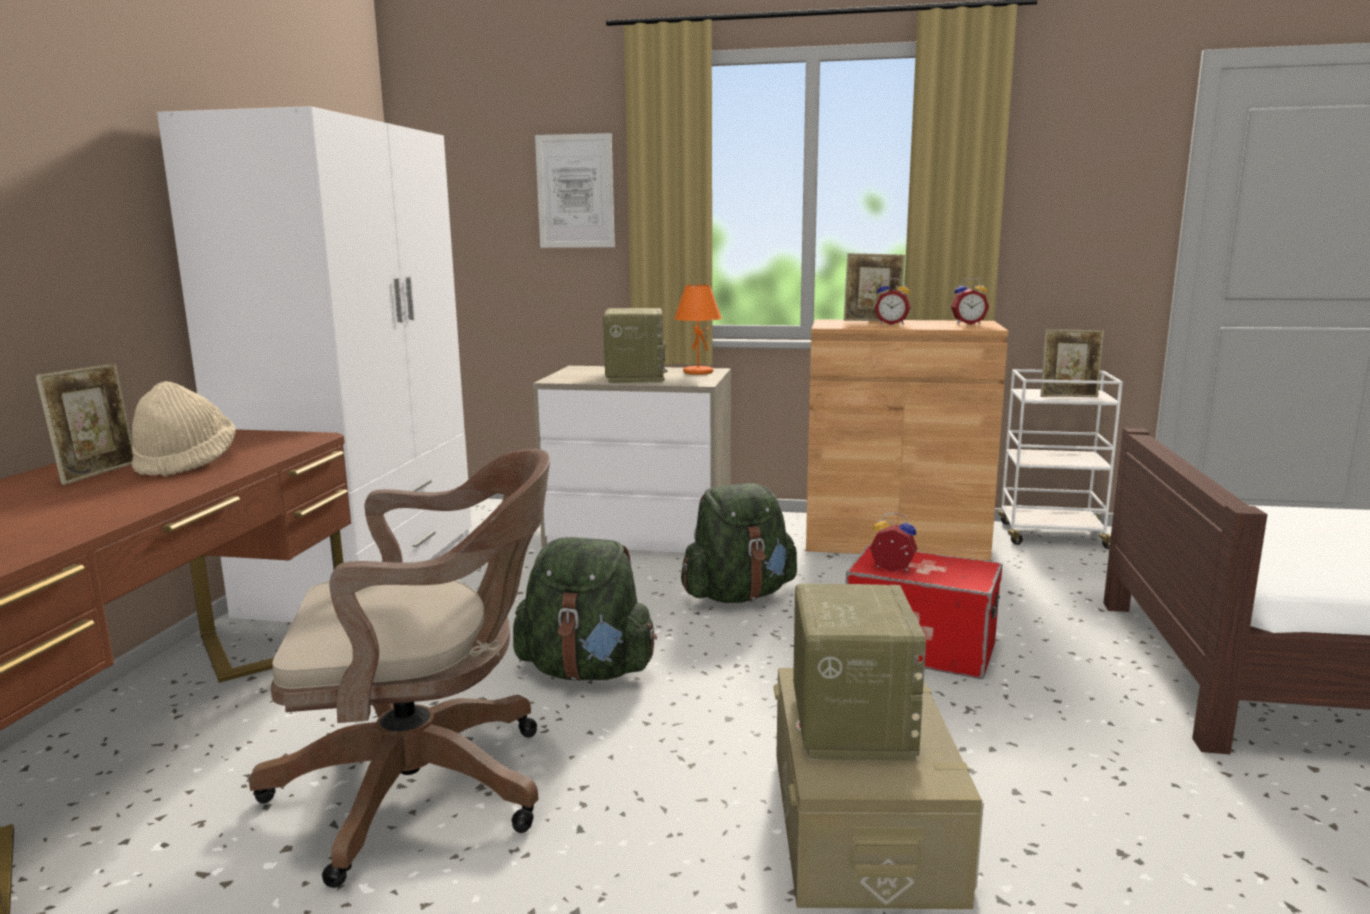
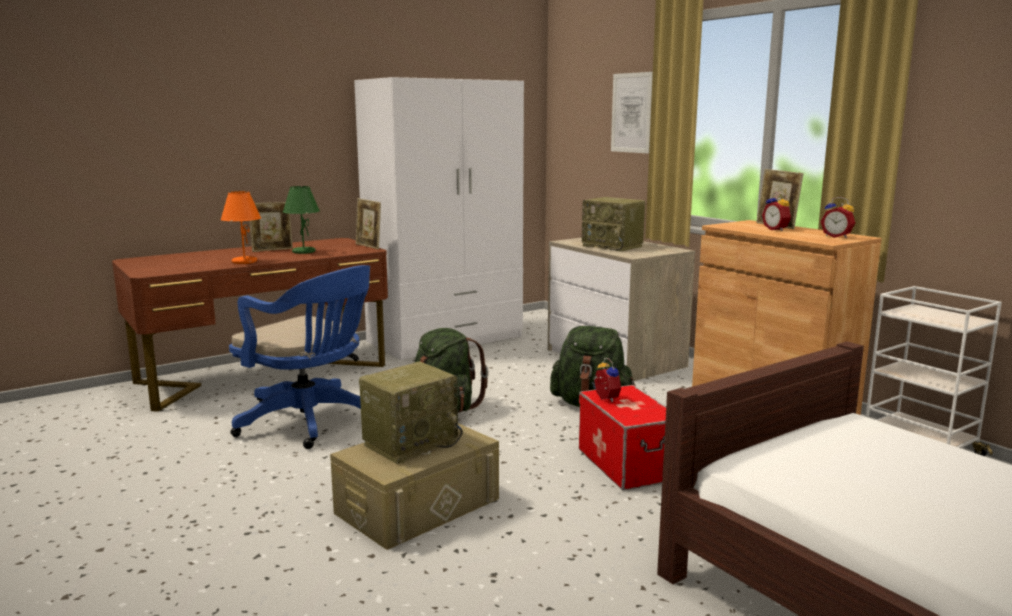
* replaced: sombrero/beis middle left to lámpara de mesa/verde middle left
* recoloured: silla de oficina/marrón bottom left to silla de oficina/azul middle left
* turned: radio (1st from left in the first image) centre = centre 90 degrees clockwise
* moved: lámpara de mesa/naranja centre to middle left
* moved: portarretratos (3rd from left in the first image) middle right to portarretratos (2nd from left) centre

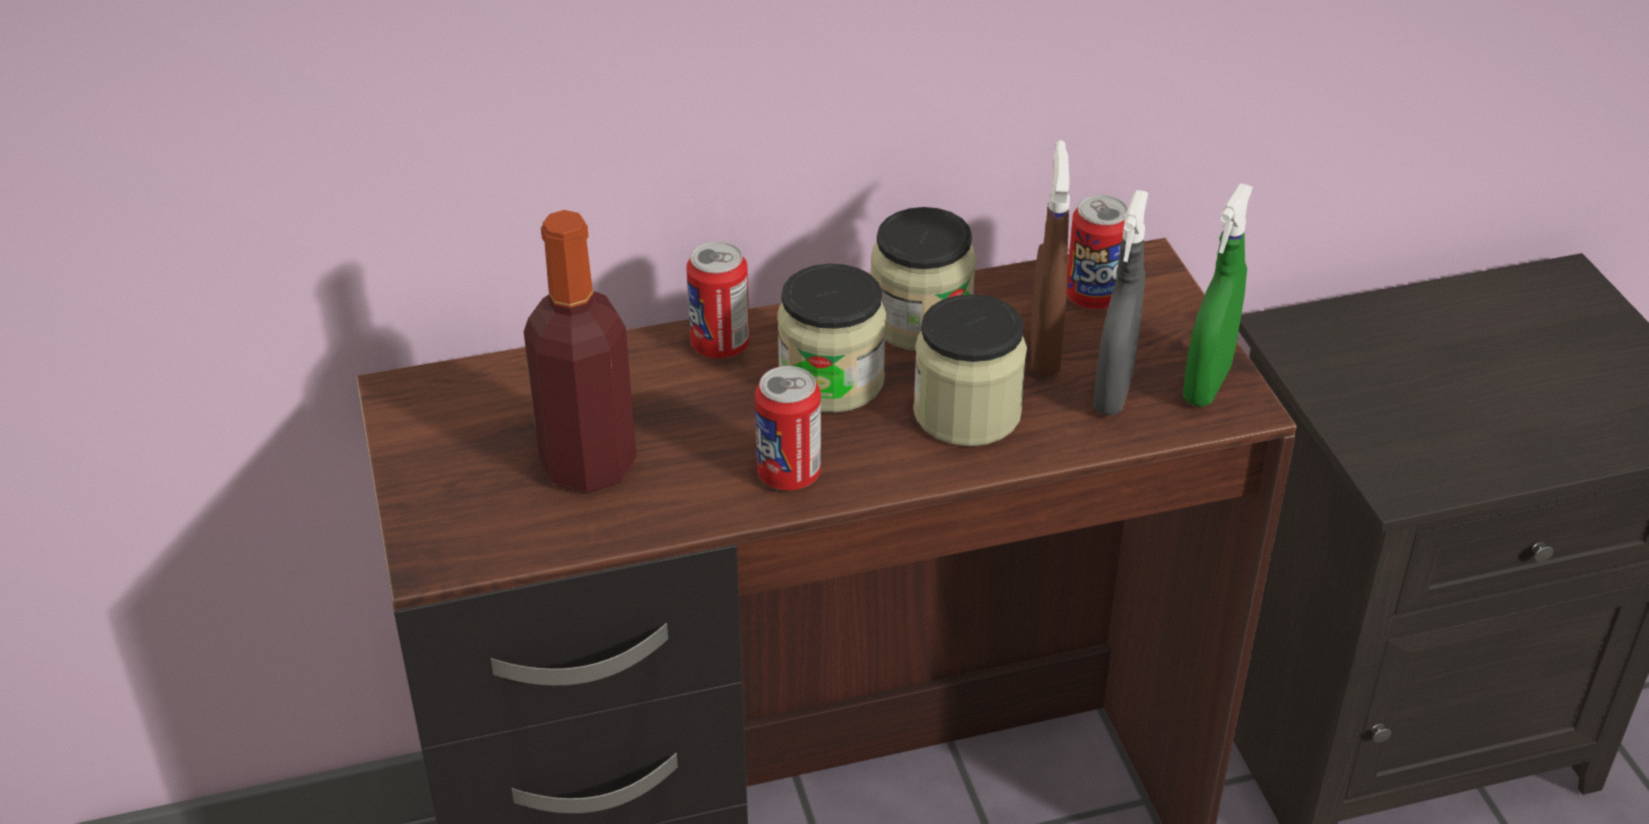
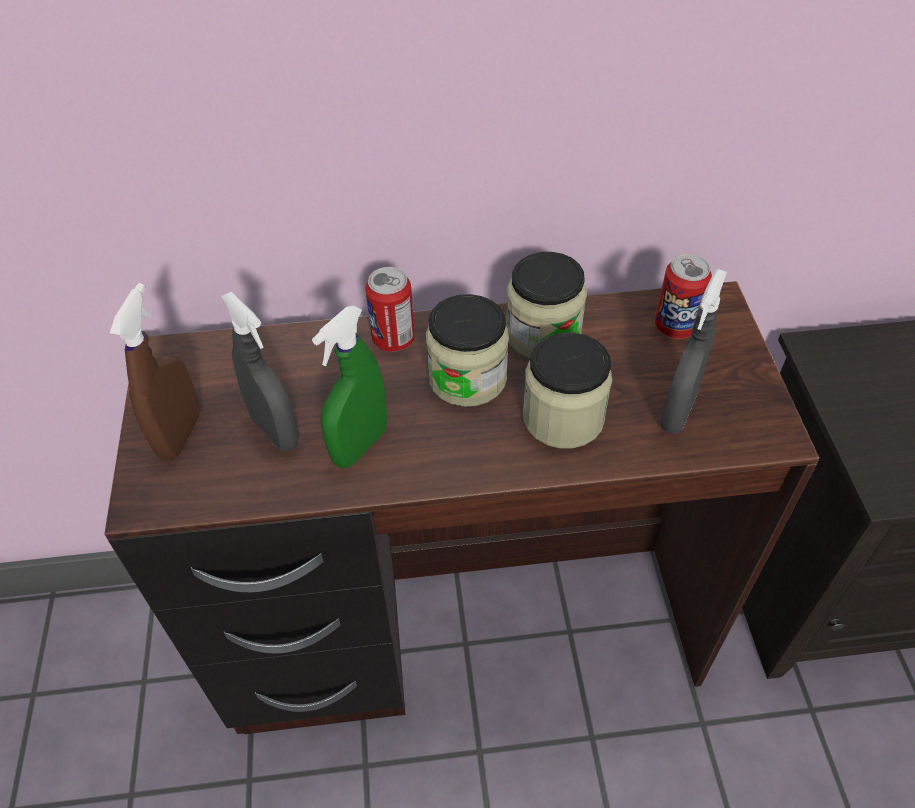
* replaced: botella centre to pulverizador/gris (1st from left) middle left
* removed: lata (2nd from left) centre
* moved: pulverizador/marrón top centre to middle left
* moved: pulverizador/verde middle right to centre

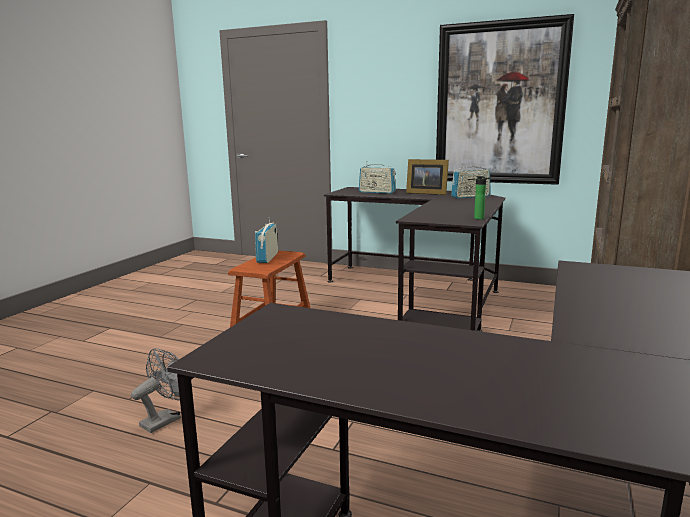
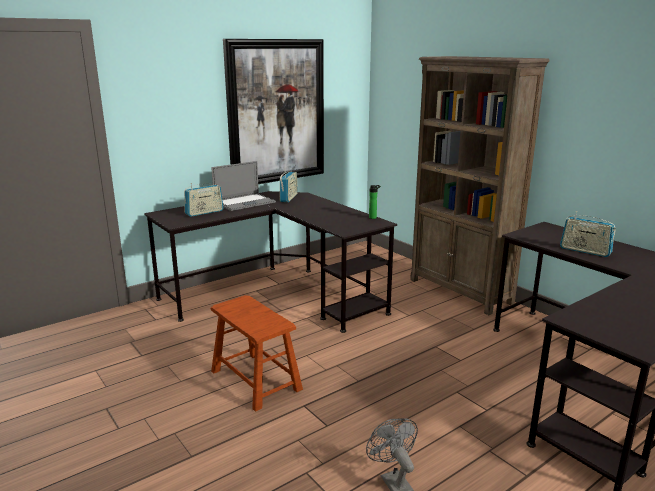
* moved: radio (1st from left in the first image) centre to radio (3rd from left) middle right
* replaced: portarretratos centre to portátil centre

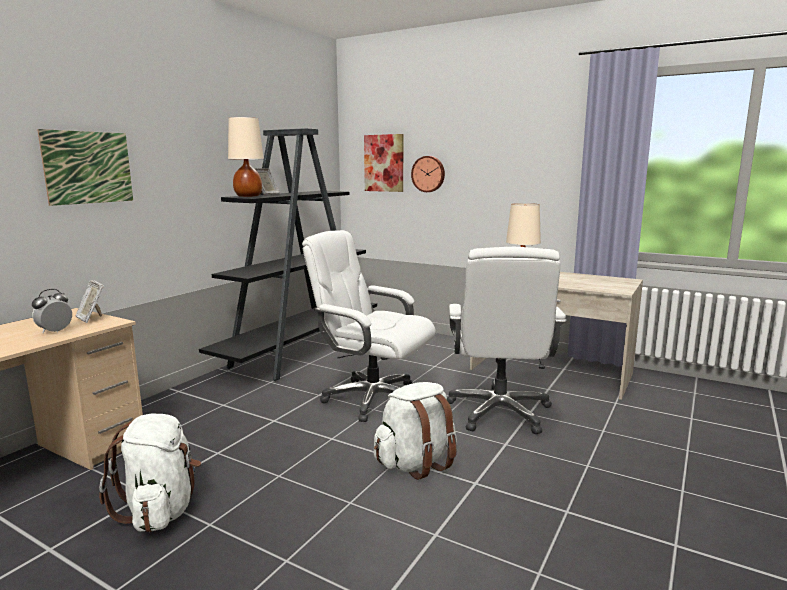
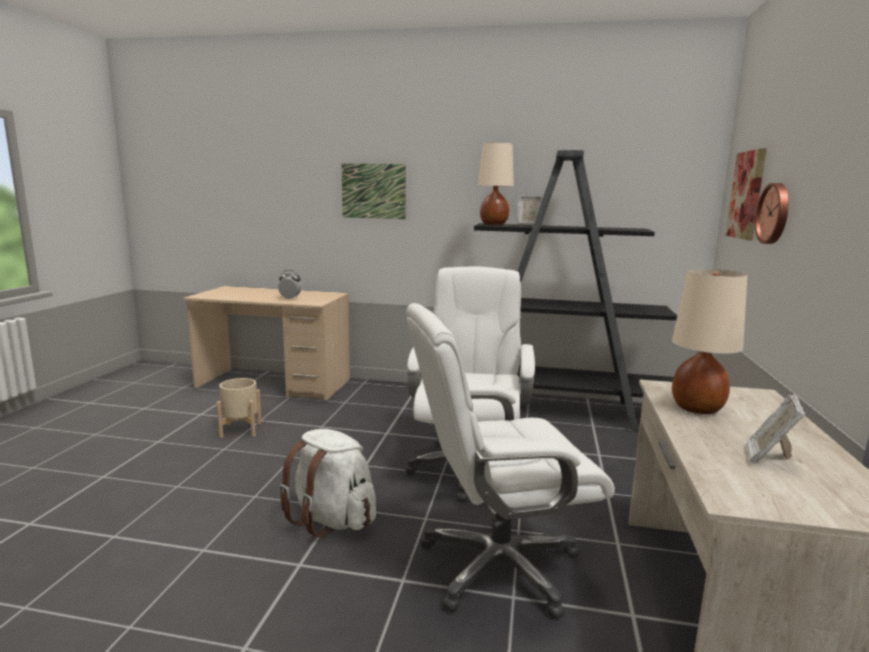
* moved: portarretratos (1st from left in the first image) middle left to portarretratos (2nd from left) middle right
* replaced: mochila/blanco (1st from left) bottom left to maceta/beis middle left

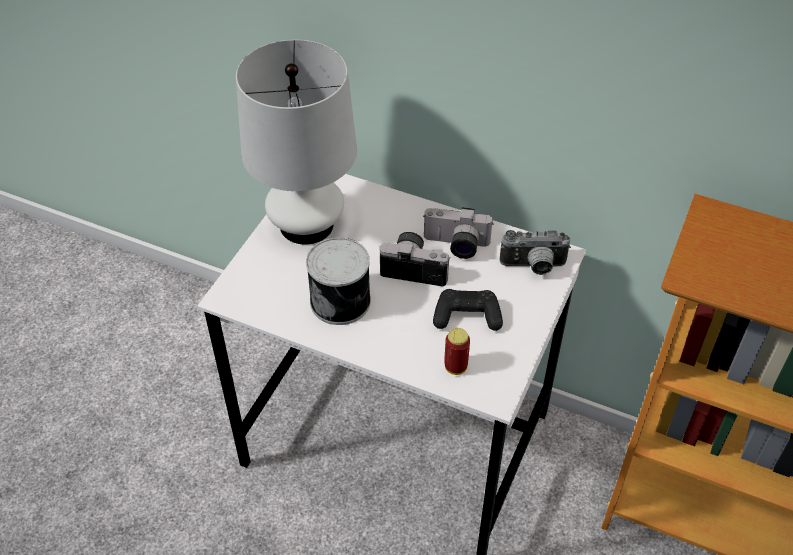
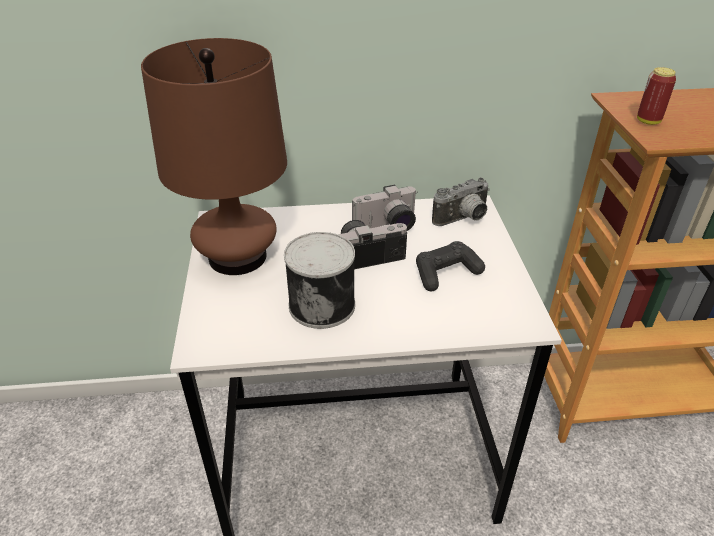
* recoloured: lámpara de mesa/blanco top centre to lámpara de mesa/marrón top left
* moved: lata (2nd from left) centre to top right

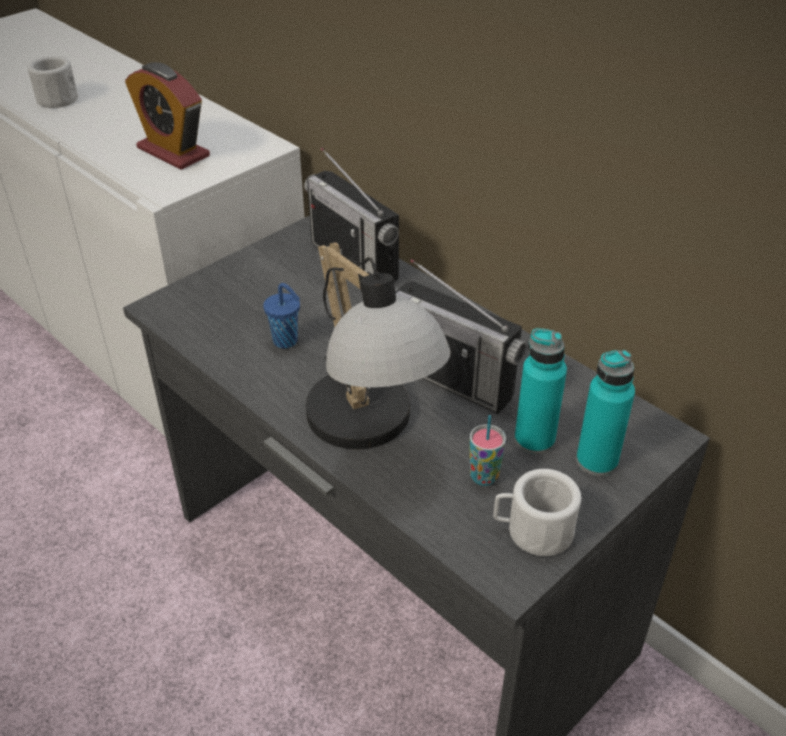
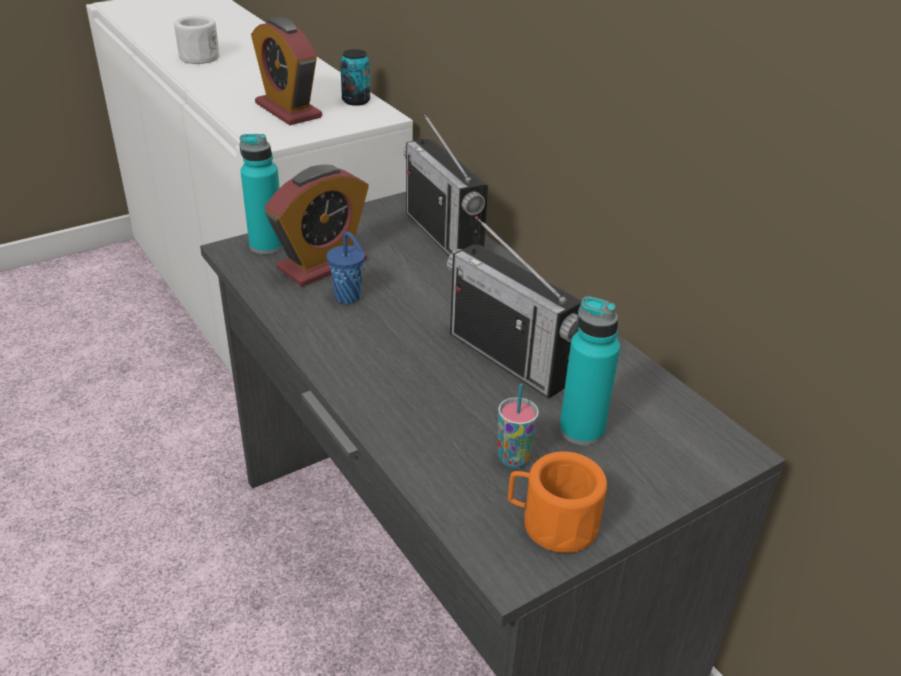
* removed: lámpara de mesa centre
* recoloured: taza grande/blanco (2nd from left) bottom right to taza grande/naranja bottom centre
* moved: botella/turquesa (2nd from left in the first image) middle right to botella/turquesa (1st from left) top left
* added: despertador (2nd from left) top centre
* added: lata top centre

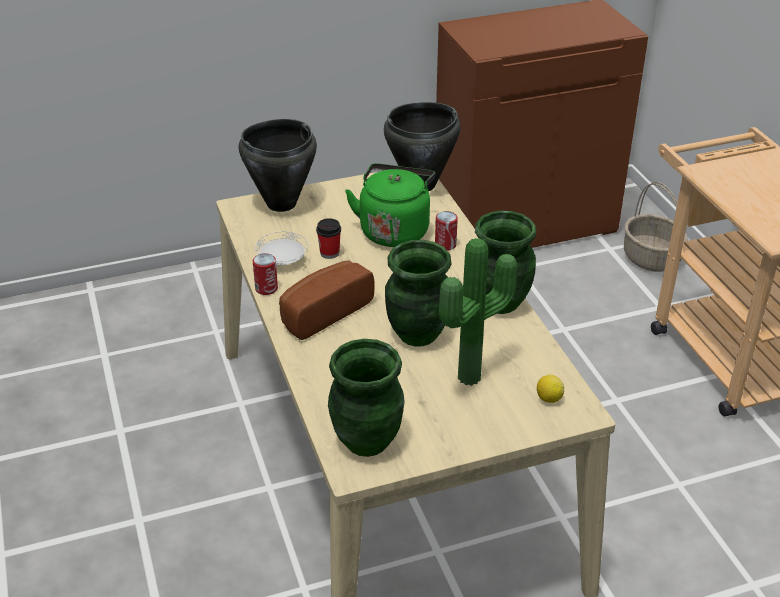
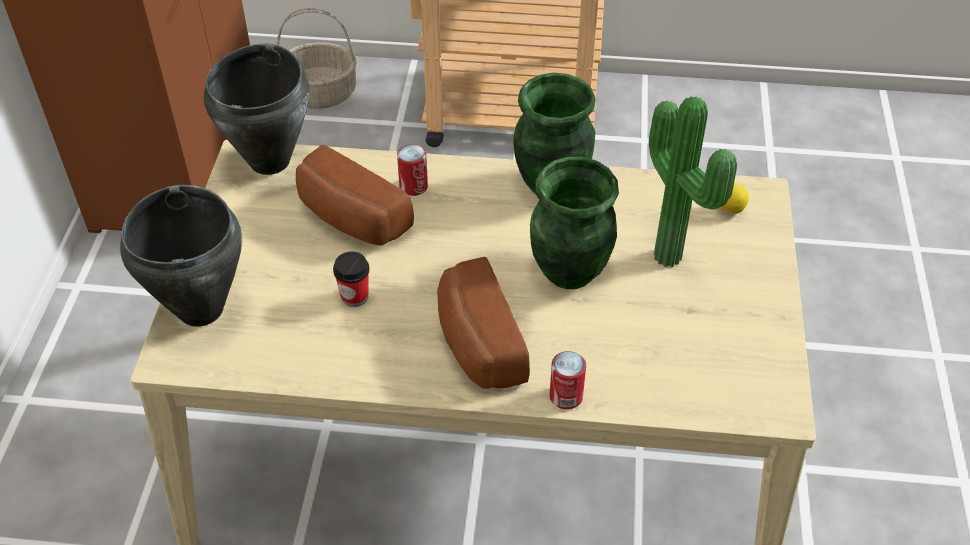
* moved: lata (1st from left in the first image) centre to lata (2nd from left) bottom centre
* removed: plato/blanco centre
* removed: florero/verde (1st from left) bottom centre
* replaced: hervidor/verde centre to pan (1st from left) centre

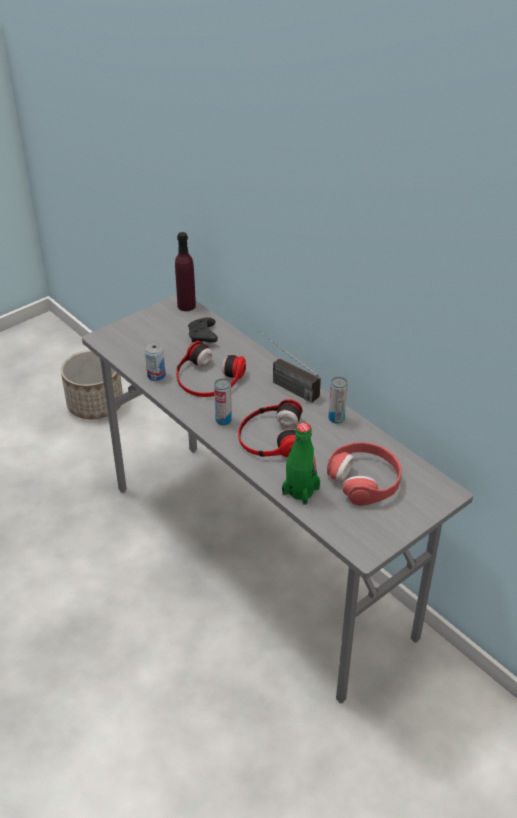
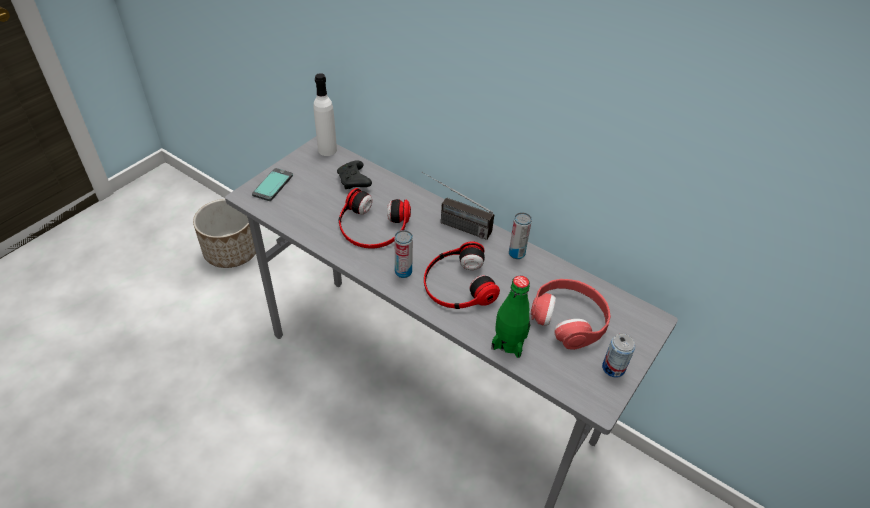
* moved: lata (1st from left in the first image) middle left to lata (3rd from left) bottom right
* recoloured: botella/morado top centre to botella/blanco top centre
* added: móvil middle left

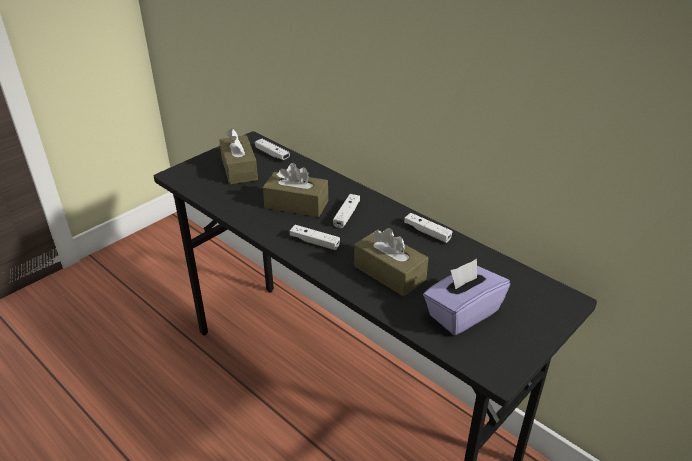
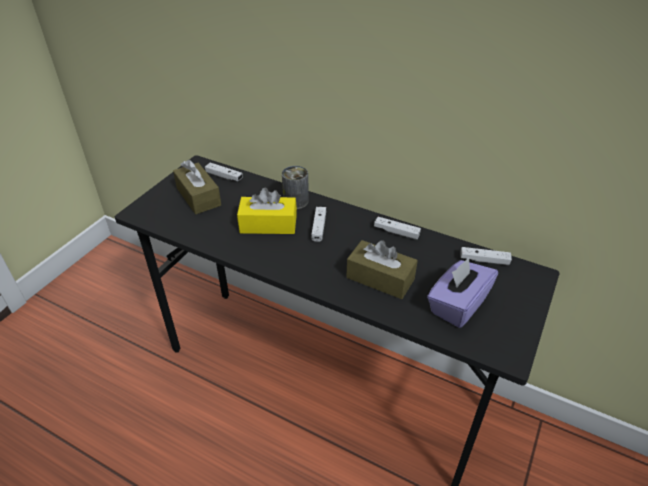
* recoloured: caja de pañuelos/marrón (2nd from left) centre to caja de pañuelos/amarillo centre
* moved: mando de consola/blanco (2nd from left in the first image) centre to mando de consola/blanco (4th from left) middle right
* added: lata centre

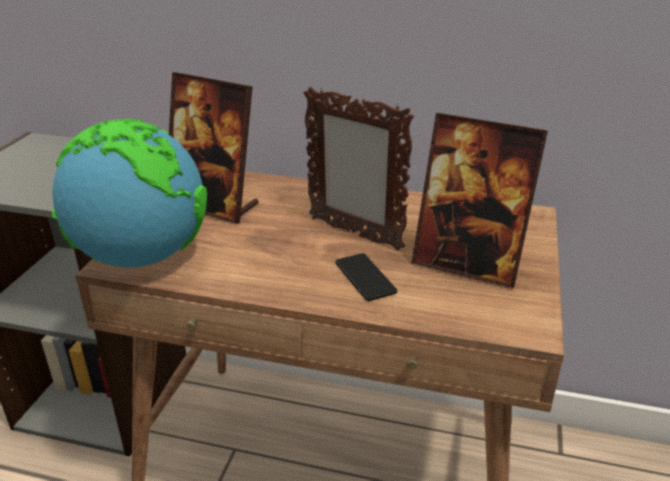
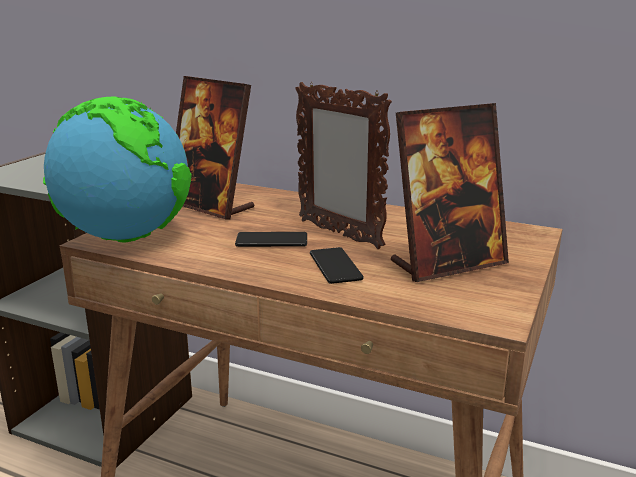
* turned: portarretratos (3rd from left) middle right = middle right 60 degrees counterclockwise
* added: móvil (1st from left) centre

